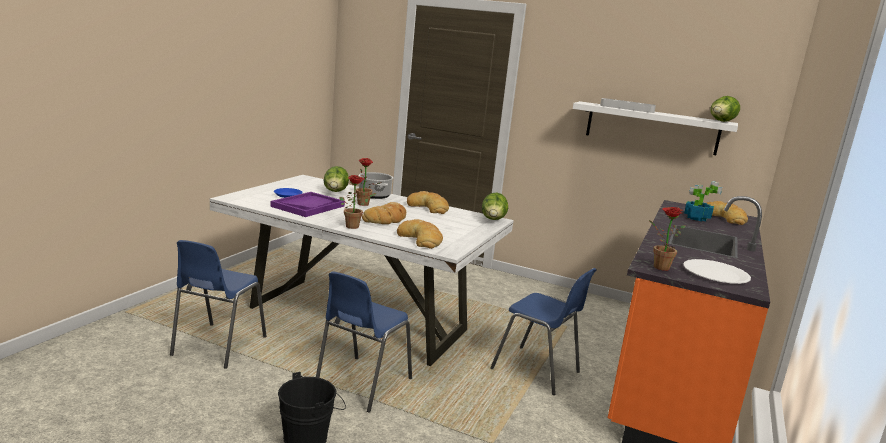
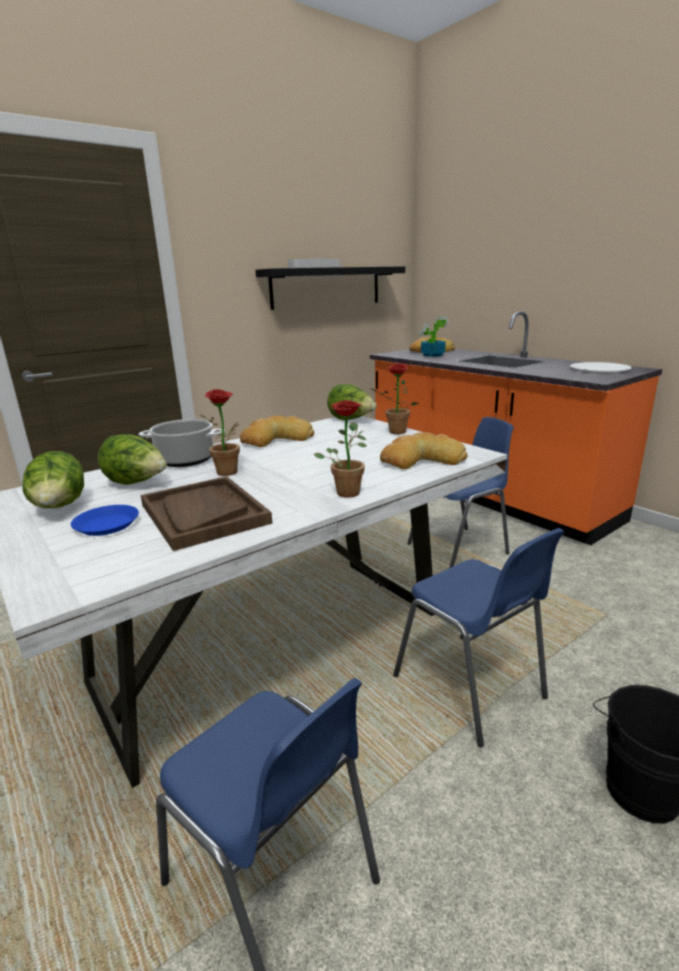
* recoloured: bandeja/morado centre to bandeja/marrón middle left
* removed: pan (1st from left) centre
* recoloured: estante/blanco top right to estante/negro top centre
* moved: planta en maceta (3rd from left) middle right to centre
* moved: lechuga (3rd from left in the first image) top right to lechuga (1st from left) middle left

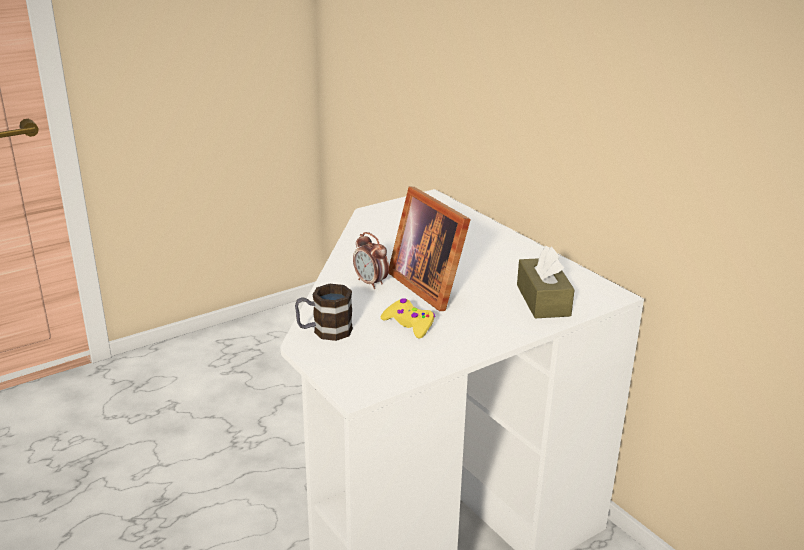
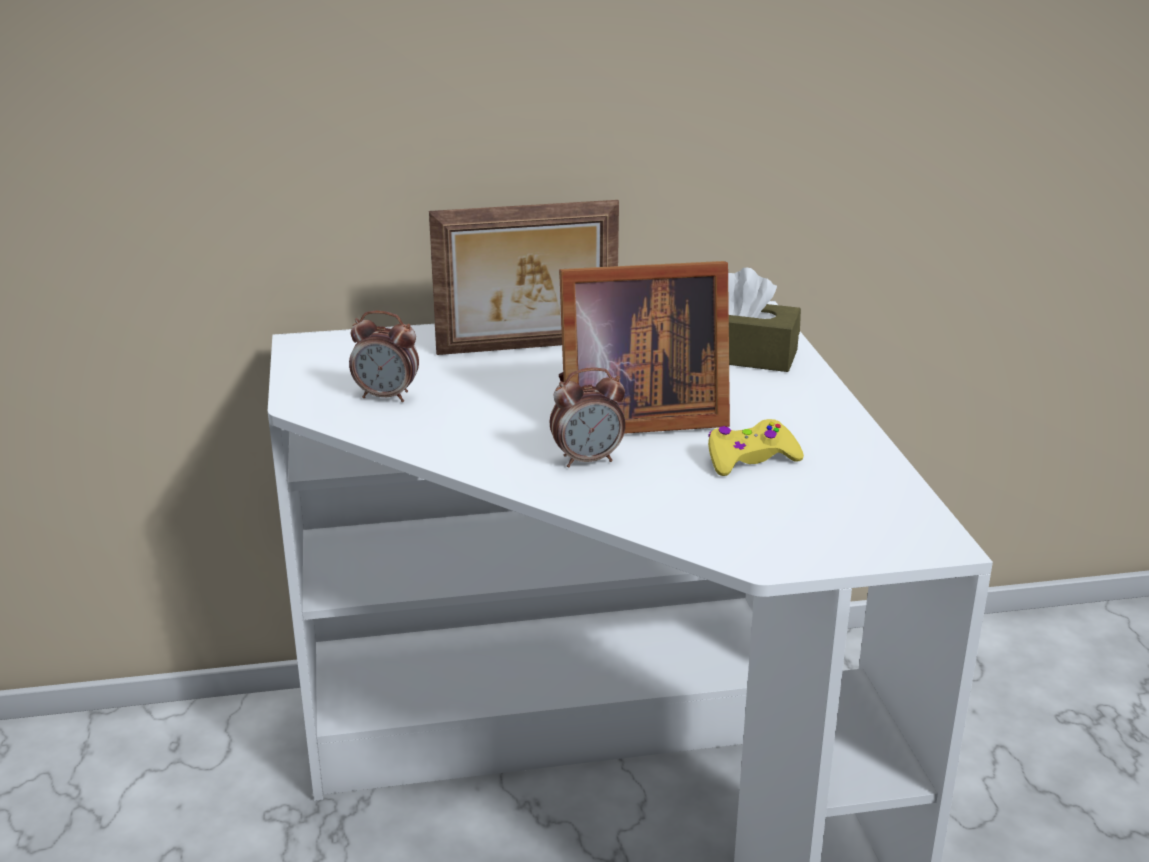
* removed: taza grande centre
* added: despertador (1st from left) centre
* added: portarretratos (1st from left) top centre

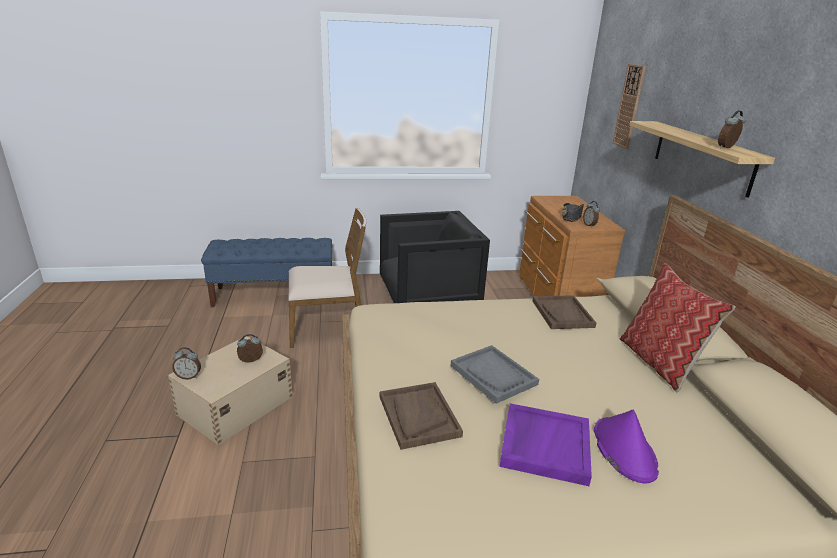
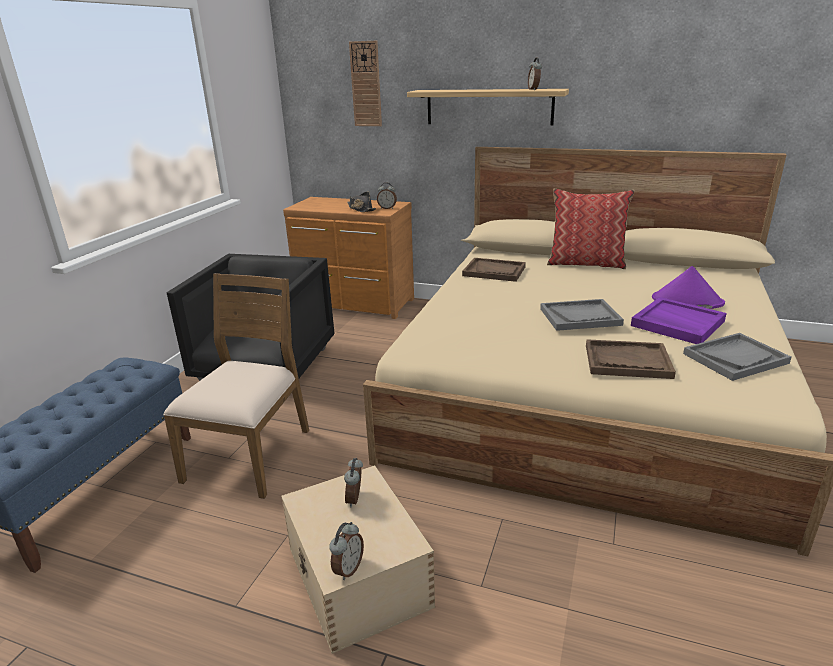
* added: bandeja/gris (2nd from left) middle right

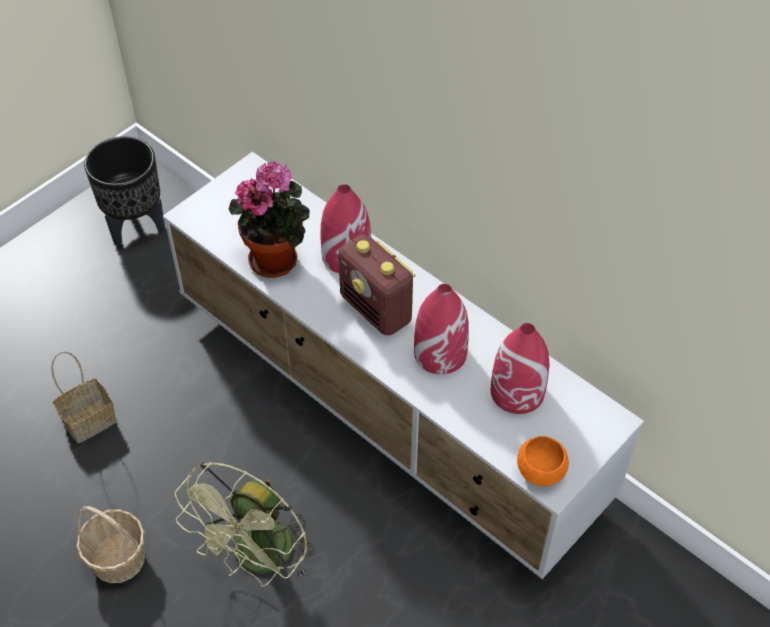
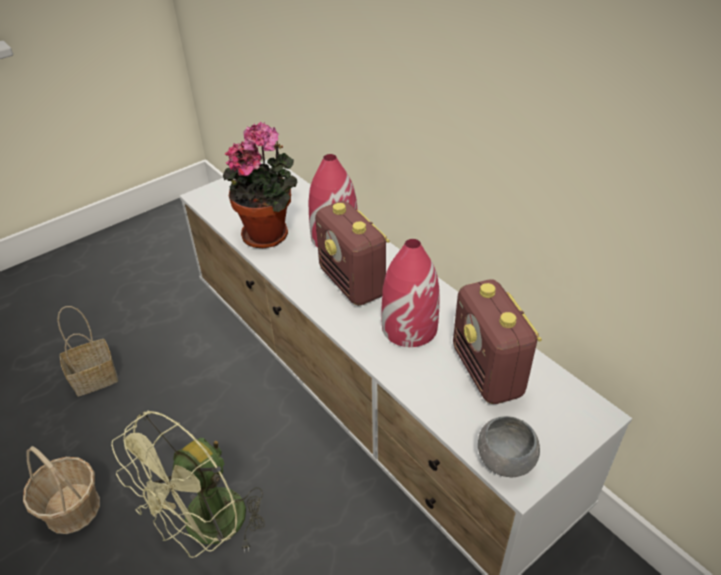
* removed: maceta/negro top left
* replaced: florero/rojo (3rd from left) middle right to radio (2nd from left) middle right
* recoloured: cuenco/naranja bottom right to cuenco/gris bottom right

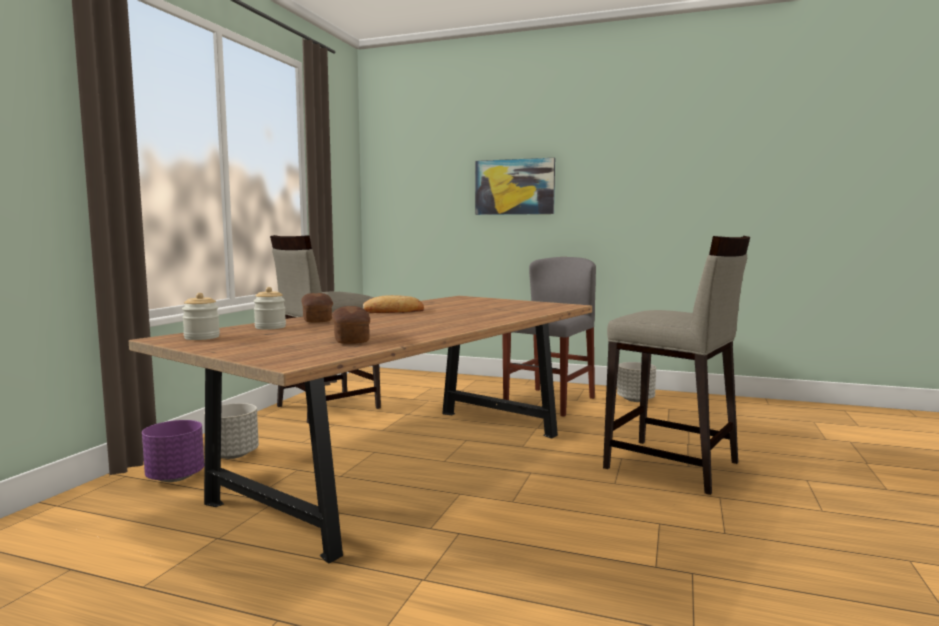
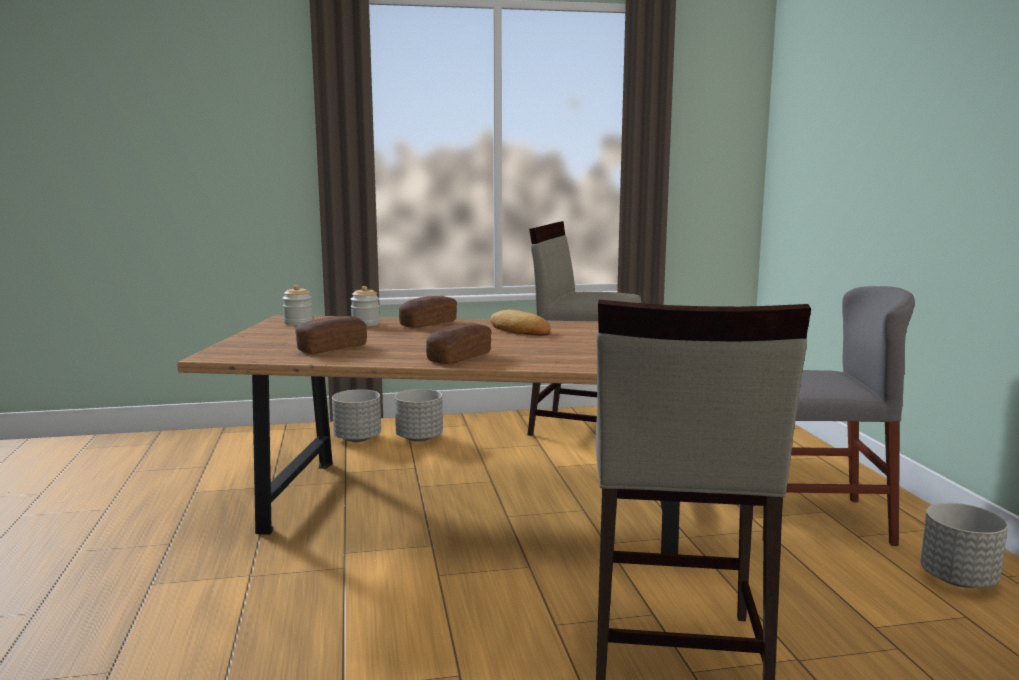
* recoloured: maceta/morado bottom left to maceta/gris (1st from left) centre
* removed: cuadro top centre
* added: pan (3rd from left) centre

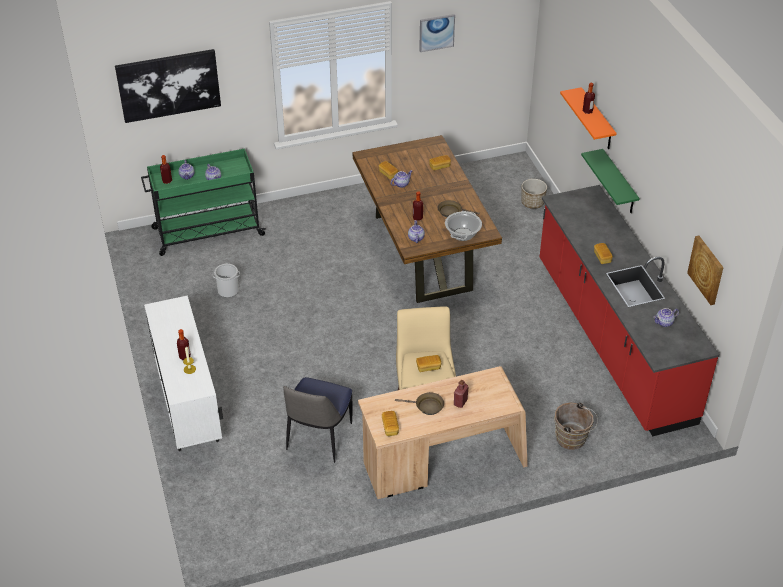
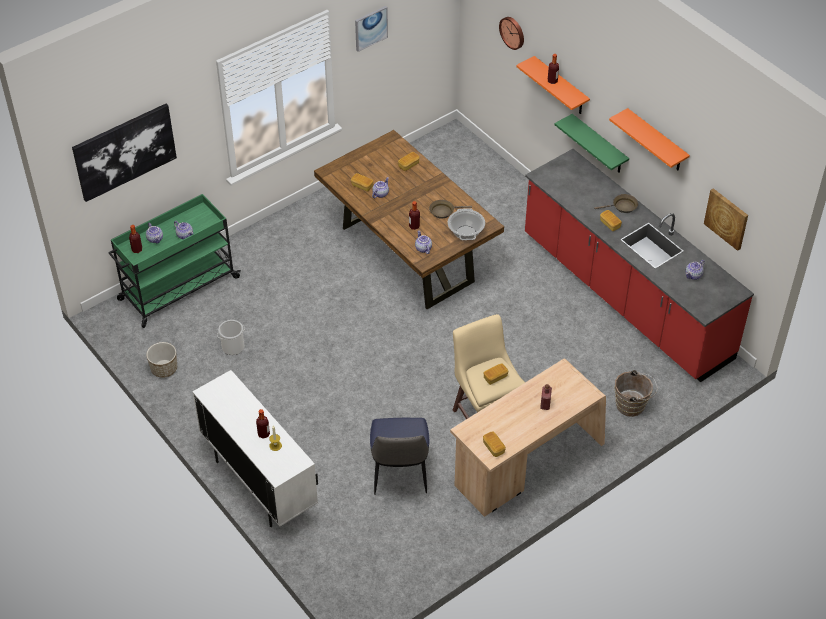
* moved: sartén/marrón (1st from left in the first image) bottom centre to sartén/marrón (2nd from left) top right
* moved: maceta top right to middle left
* added: reloj de pared top centre
* added: estante/naranja (2nd from left) top right

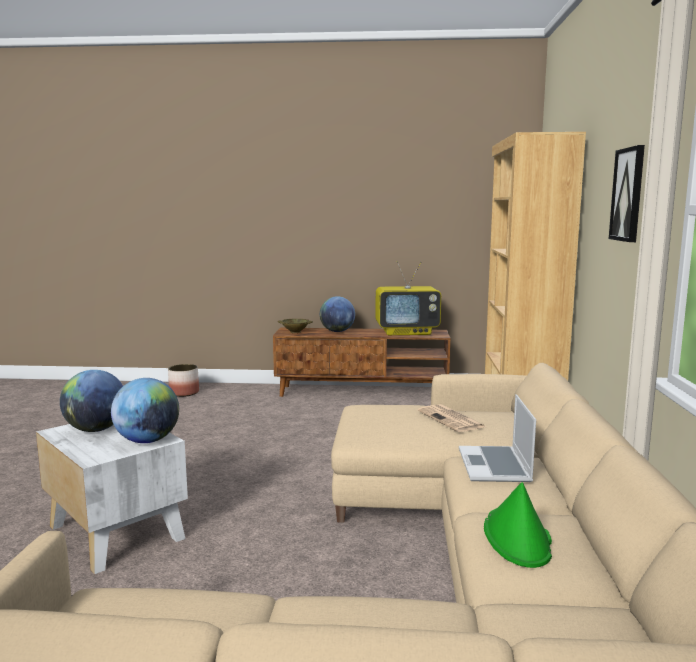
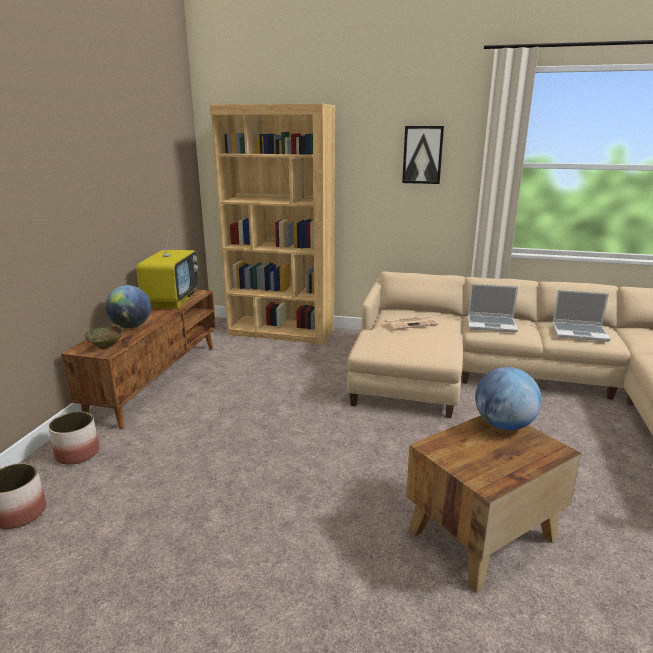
* recoloured: mesa auxiliar/blanco bottom left to mesa auxiliar/marrón bottom right
* removed: globo terráqueo (1st from left) middle left
* replaced: sombrero/verde bottom right to portátil (2nd from left) middle right
* added: maceta (2nd from left) bottom left

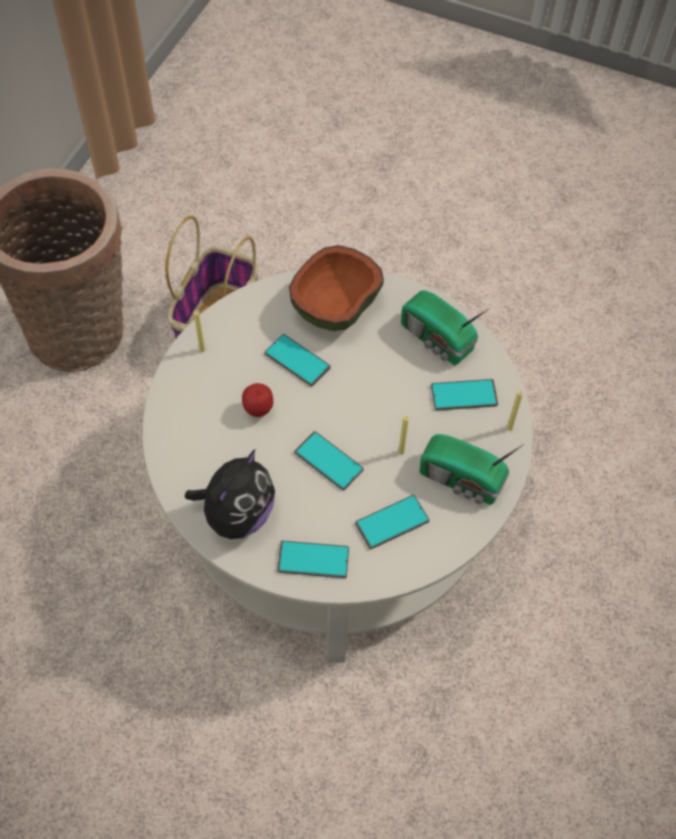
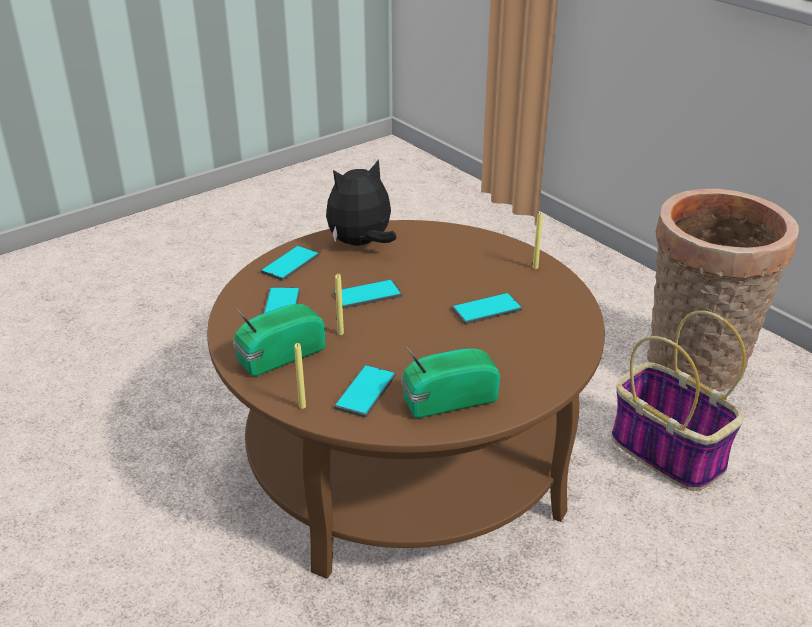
* recoloured: mesa de centro/blanco centre to mesa de centro/marrón centre
* turned: peluche centre = top centre 90 degrees clockwise
* removed: manzana centre
* removed: cuenco centre

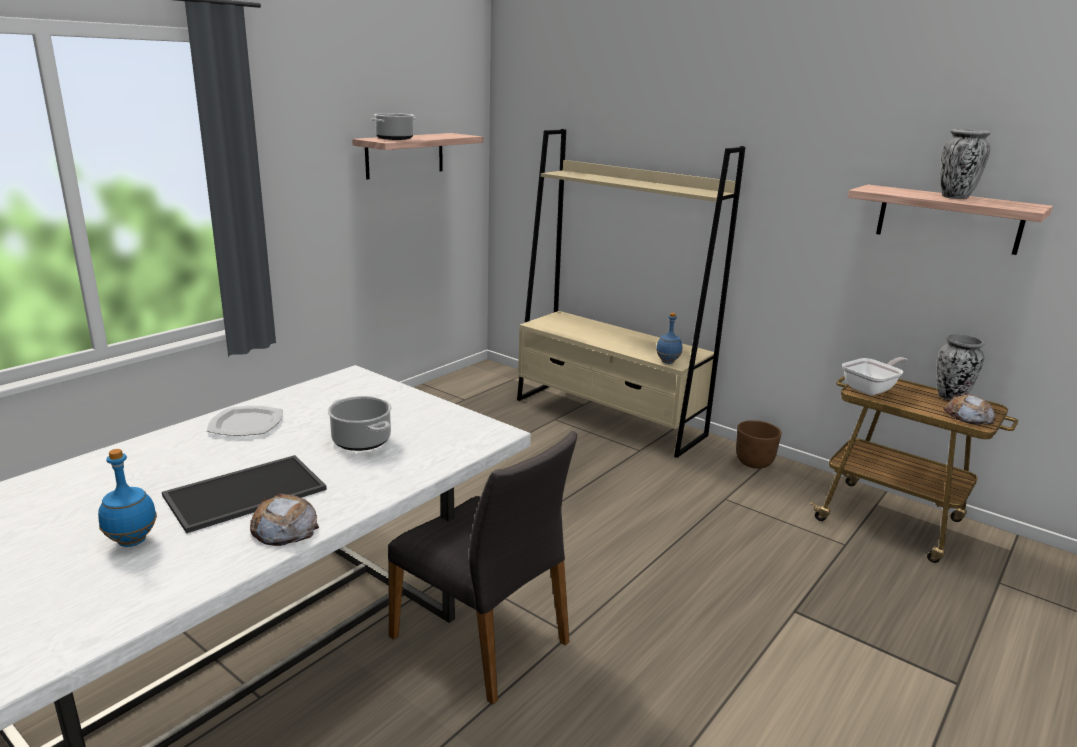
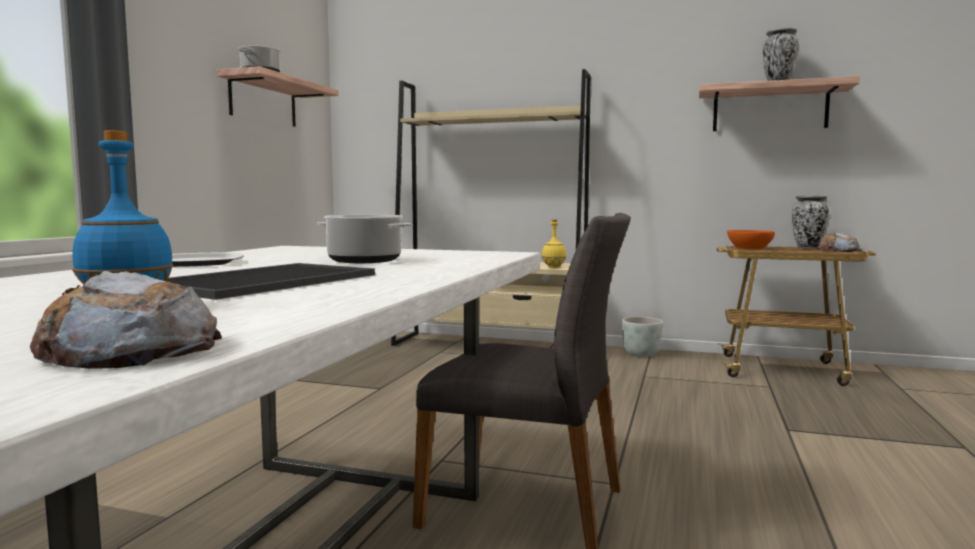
* moved: pan (1st from left) bottom left to middle left
* recoloured: botella/azul (2nd from left) centre to botella/amarillo centre
* recoloured: maceta/marrón middle right to maceta/gris centre
* replaced: sartén middle right to cuenco/naranja middle right

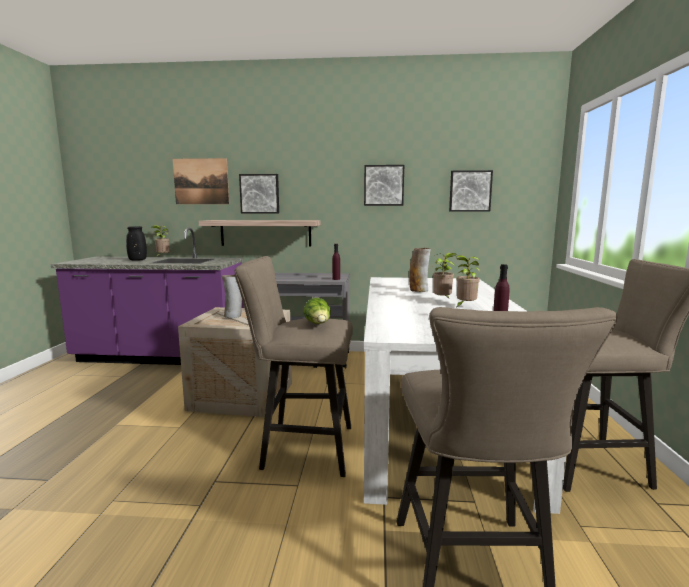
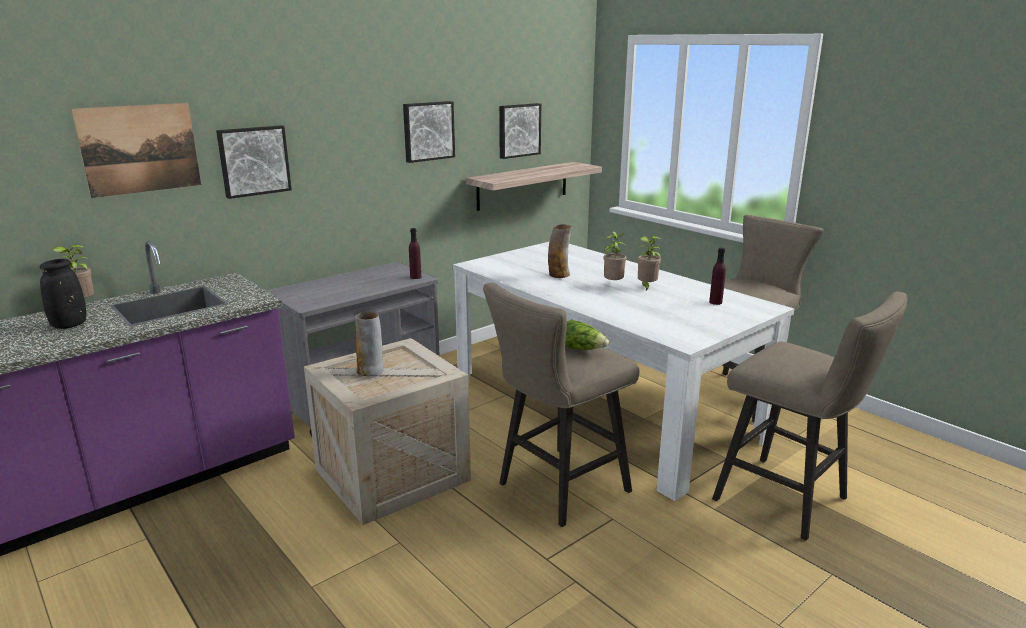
* moved: estante centre to top centre

